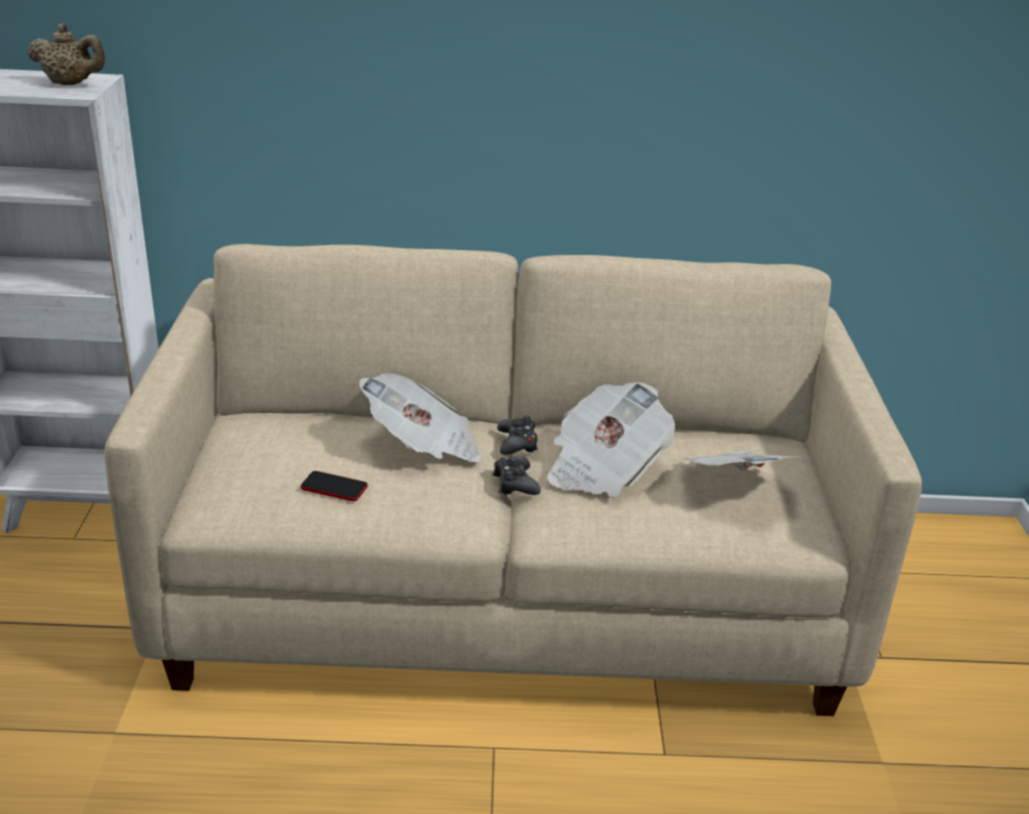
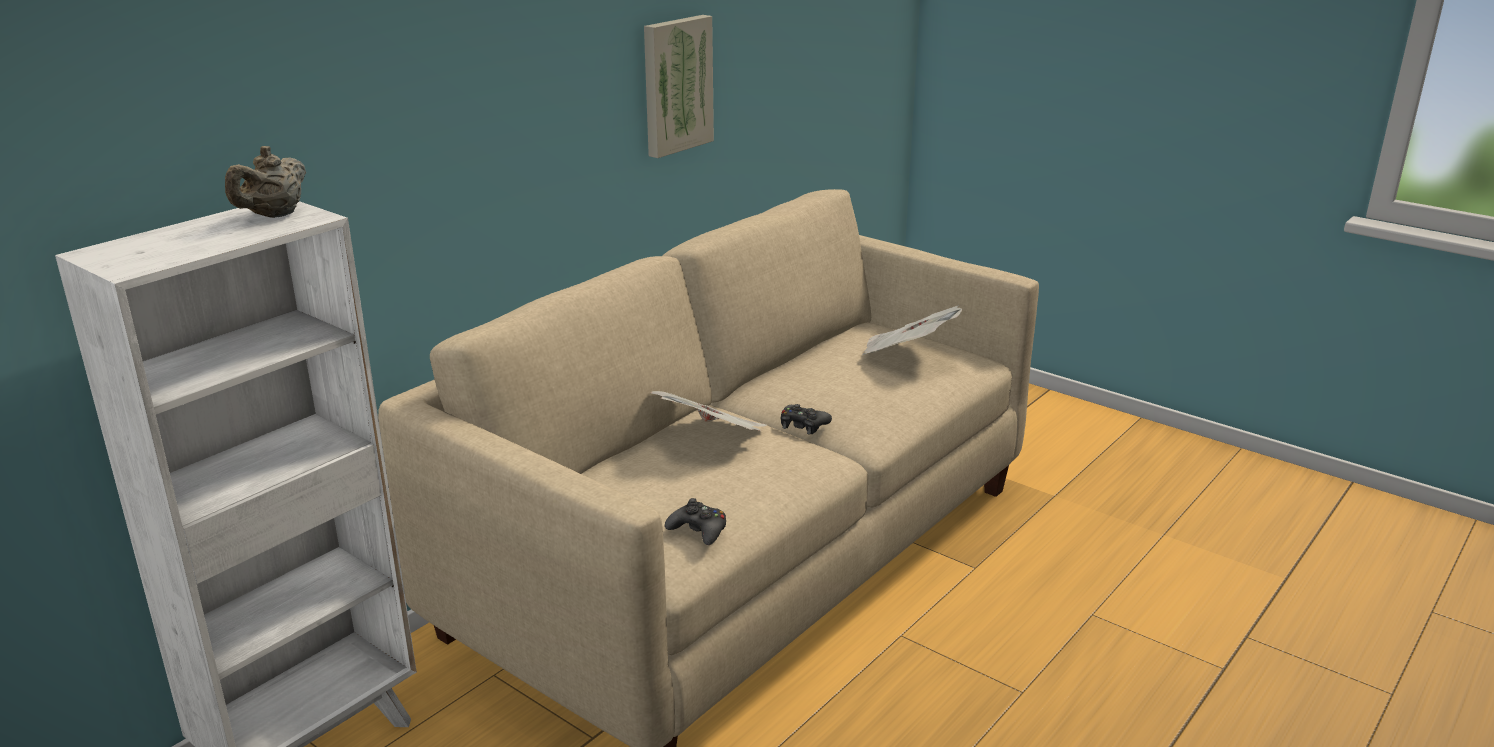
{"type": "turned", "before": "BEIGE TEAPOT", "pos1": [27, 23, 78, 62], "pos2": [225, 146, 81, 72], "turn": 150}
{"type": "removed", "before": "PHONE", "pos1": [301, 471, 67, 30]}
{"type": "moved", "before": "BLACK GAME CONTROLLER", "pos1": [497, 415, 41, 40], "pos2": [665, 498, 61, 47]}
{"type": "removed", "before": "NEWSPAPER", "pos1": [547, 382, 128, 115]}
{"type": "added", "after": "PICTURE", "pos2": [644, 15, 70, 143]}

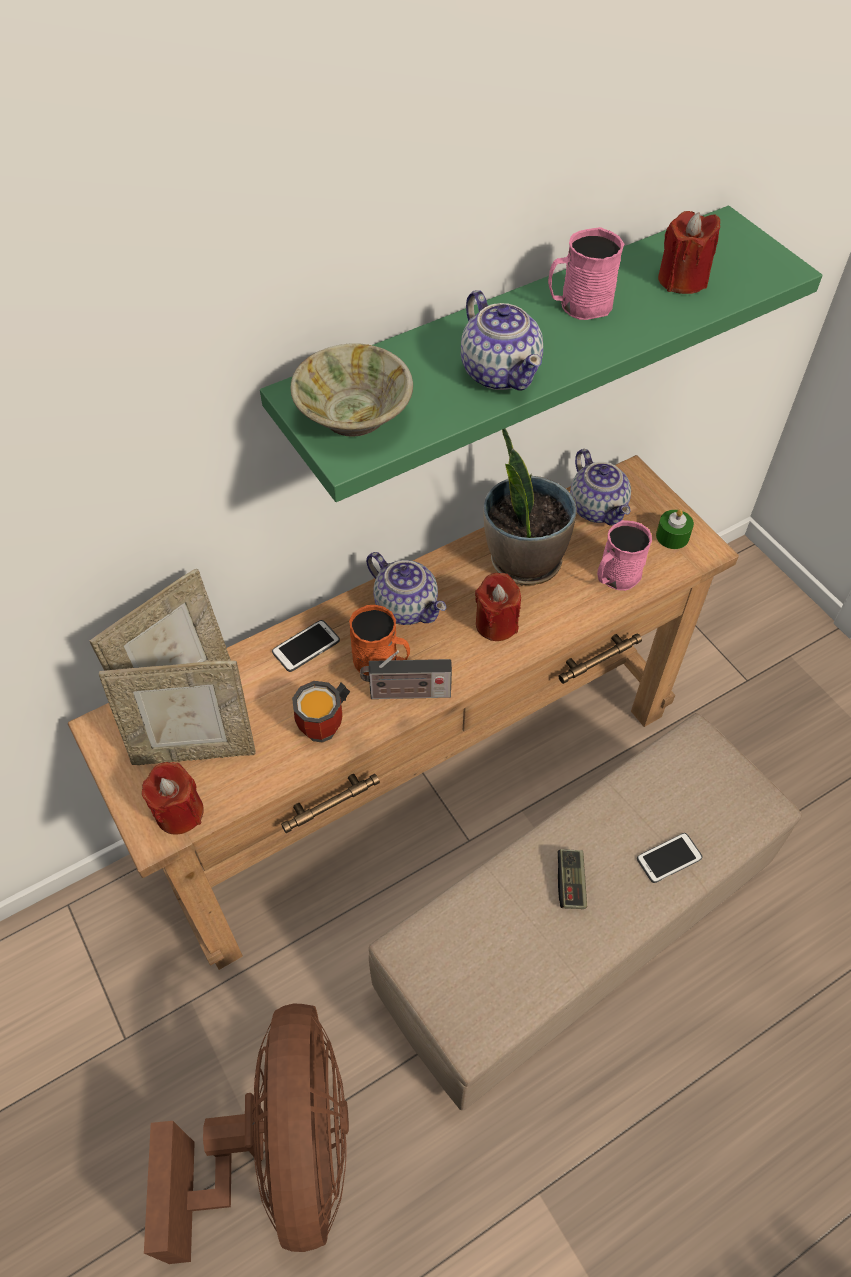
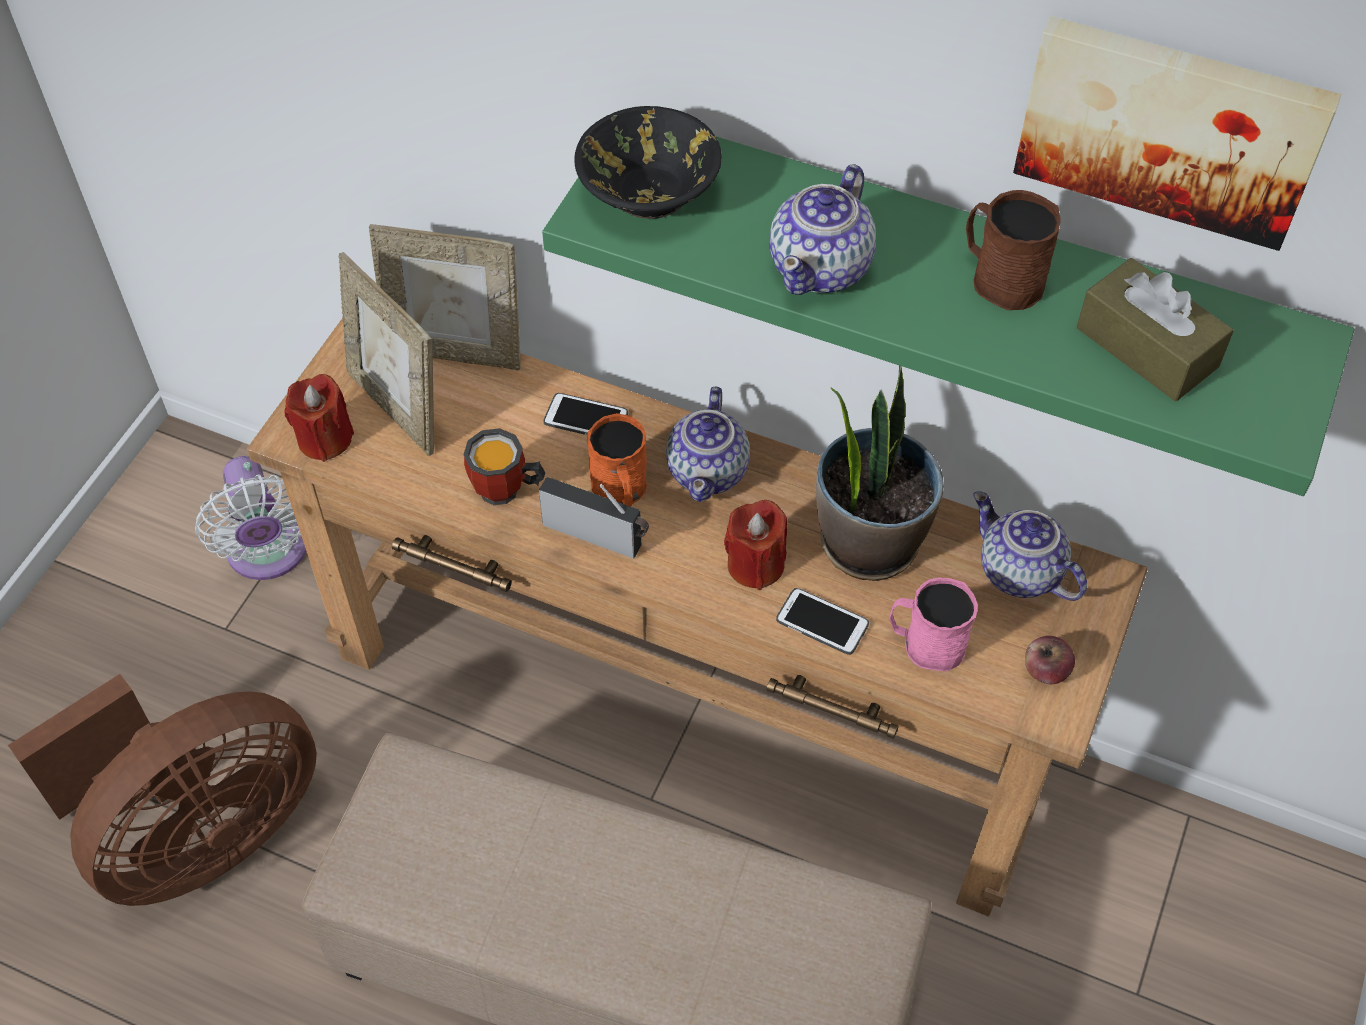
{"type": "recoloured", "before": "BEIGE BOWL", "after": "BLACK BOWL", "pos1": [290, 343, 123, 94], "pos2": [574, 106, 148, 113]}
{"type": "turned", "before": "RADIO", "pos1": [360, 650, 92, 49], "pos2": [539, 477, 110, 81], "turn": 150}
{"type": "recoloured", "before": "PINK MUG", "after": "BROWN MUG", "pos1": [548, 227, 76, 93], "pos2": [966, 190, 95, 120]}
{"type": "removed", "before": "GAME CONTROLLER", "pos1": [558, 849, 29, 60]}
{"type": "turned", "before": "TEAPOT", "pos1": [570, 449, 61, 77], "pos2": [973, 491, 114, 110], "turn": 105}
{"type": "moved", "before": "PHONE", "pos1": [637, 833, 66, 50], "pos2": [776, 588, 93, 67]}
{"type": "replaced", "before": "GREEN CANDLE", "after": "APPLE", "pos1": [656, 509, 38, 40], "pos2": [1025, 636, 50, 48]}
{"type": "replaced", "before": "RED CANDLE", "after": "BROWN TISSUE BOX", "pos1": [658, 211, 62, 83], "pos2": [1077, 258, 157, 143]}
{"type": "added", "after": "WHITE FAN", "pos2": [195, 456, 111, 124]}
{"type": "added", "after": "PICTURE", "pos2": [1013, 16, 328, 235]}

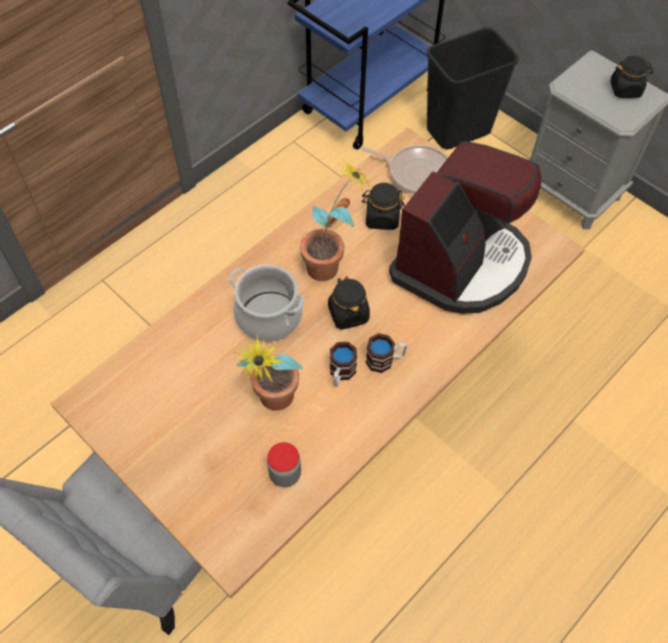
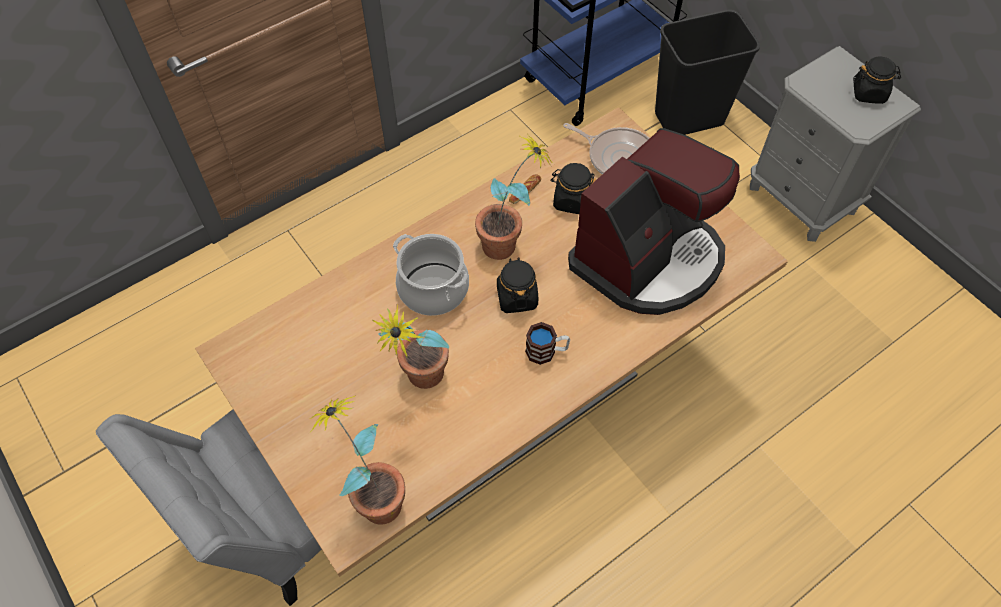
{"type": "removed", "before": "JAR", "pos1": [267, 442, 34, 45]}
{"type": "removed", "before": "MUG", "pos1": [330, 342, 27, 44]}
{"type": "added", "after": "POTTED PLANT", "pos2": [309, 396, 96, 129]}

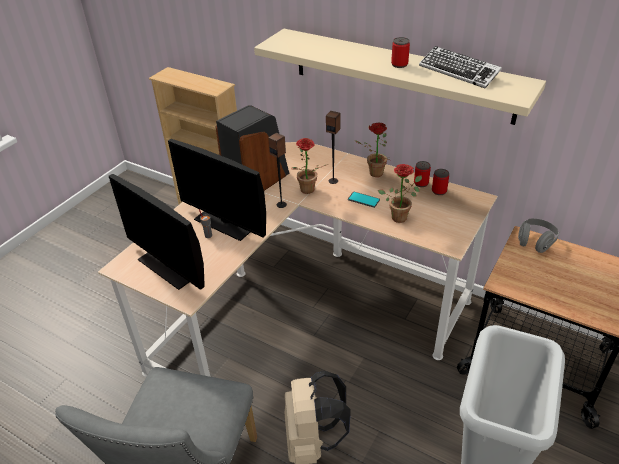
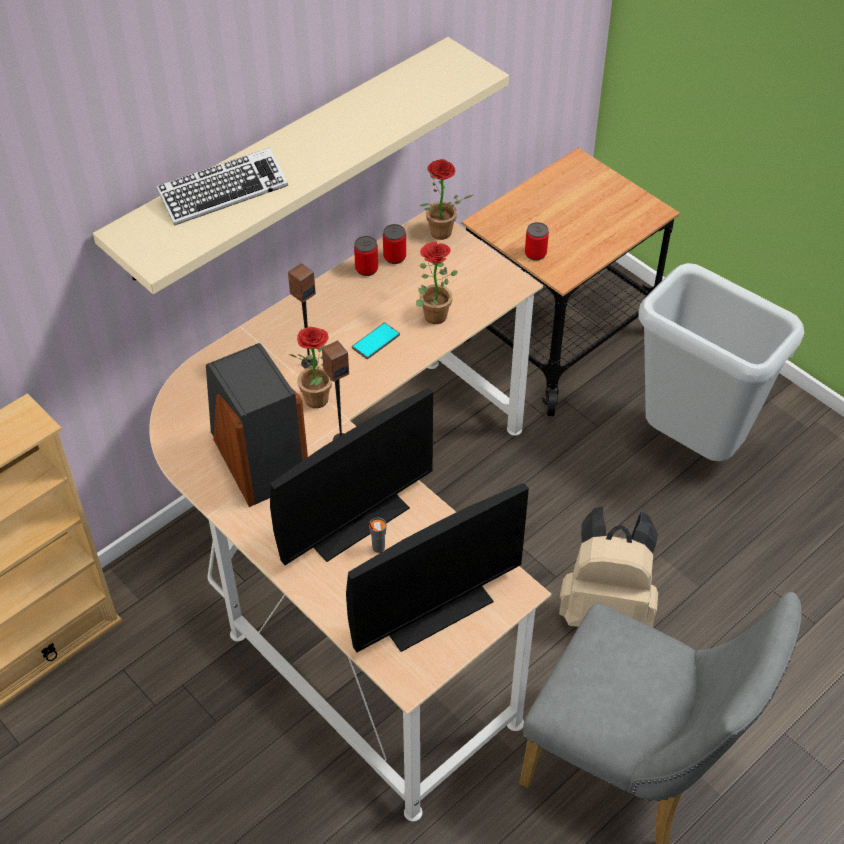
{"type": "moved", "before": "POTTED PLANT", "pos1": [354, 123, 36, 54], "pos2": [420, 159, 53, 81]}
{"type": "moved", "before": "CAN", "pos1": [391, 37, 19, 31], "pos2": [525, 222, 24, 39]}
{"type": "moved", "before": "KEYBOARD", "pos1": [419, 46, 83, 42], "pos2": [156, 148, 132, 78]}
{"type": "removed", "before": "GREY HEADPHONES", "pos1": [518, 219, 41, 34]}

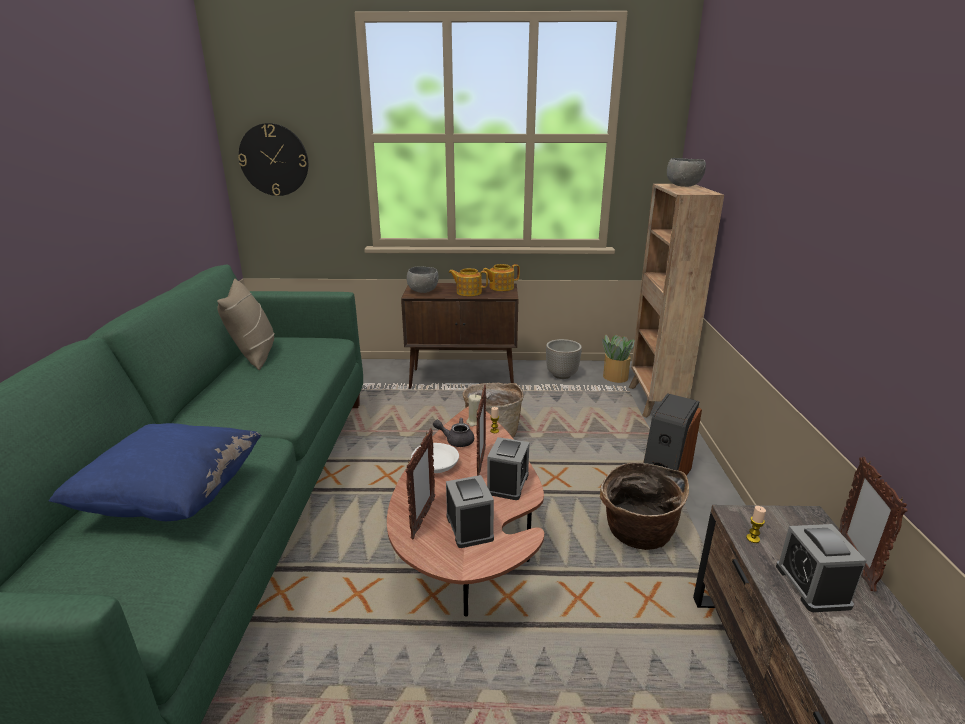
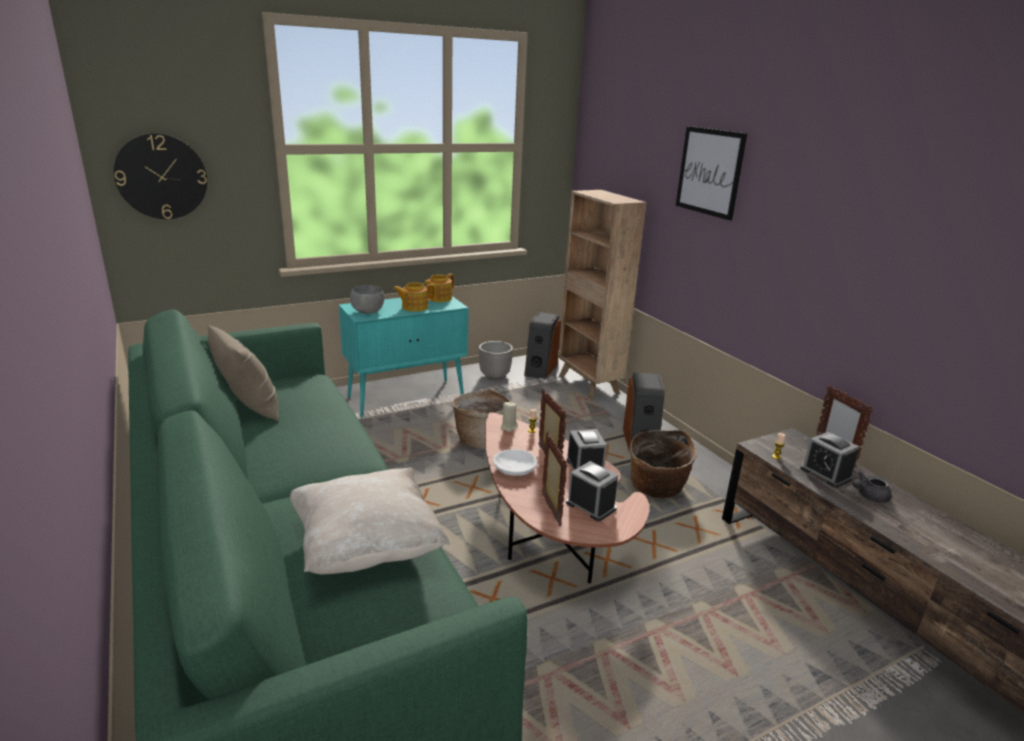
{"type": "recoloured", "before": "BLUE PILLOW", "after": "BEIGE PILLOW", "pos1": [49, 423, 213, 98], "pos2": [290, 468, 160, 107]}
{"type": "recoloured", "before": "BROWN CABINET", "after": "TURQUOISE CABINET", "pos1": [401, 283, 117, 106], "pos2": [339, 296, 130, 121]}
{"type": "moved", "before": "GREY TEAPOT", "pos1": [433, 418, 41, 29], "pos2": [853, 471, 39, 32]}
{"type": "replaced", "before": "POTTED PLANT", "after": "SPEAKER", "pos1": [602, 334, 32, 49], "pos2": [524, 312, 37, 67]}
{"type": "removed", "before": "GREY BOWL", "pos1": [667, 158, 39, 29]}
{"type": "added", "after": "PICTURE", "pos2": [676, 126, 71, 95]}

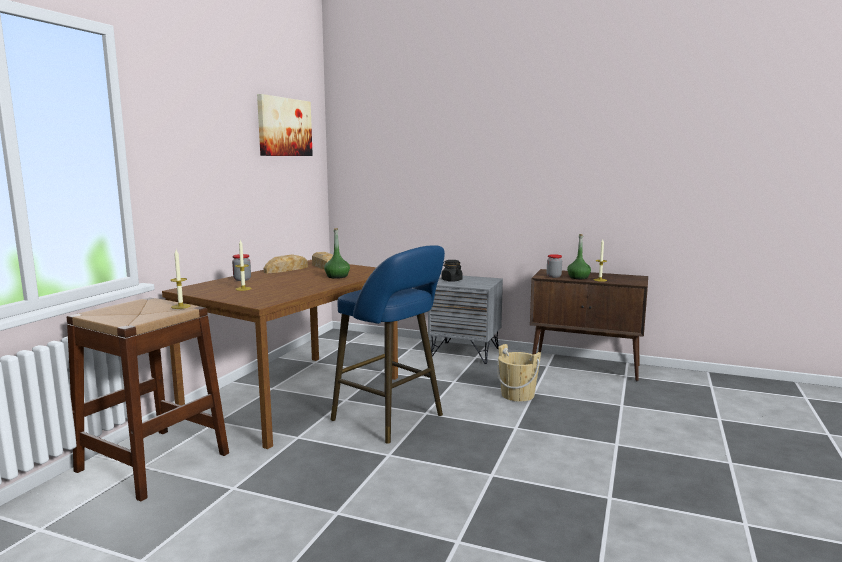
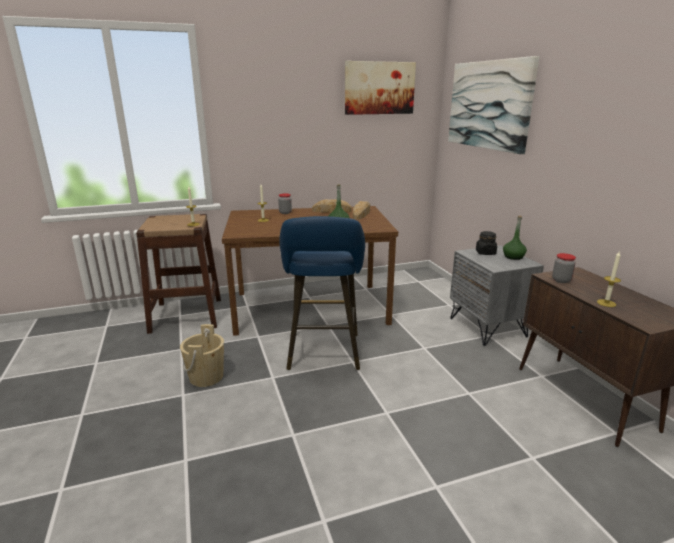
{"type": "moved", "before": "BEIGE BUCKET", "pos1": [497, 344, 44, 58], "pos2": [180, 324, 44, 63]}
{"type": "moved", "before": "GREEN BOTTLE", "pos1": [567, 234, 24, 45], "pos2": [503, 215, 24, 45]}
{"type": "added", "after": "PICTURE", "pos2": [448, 56, 92, 98]}

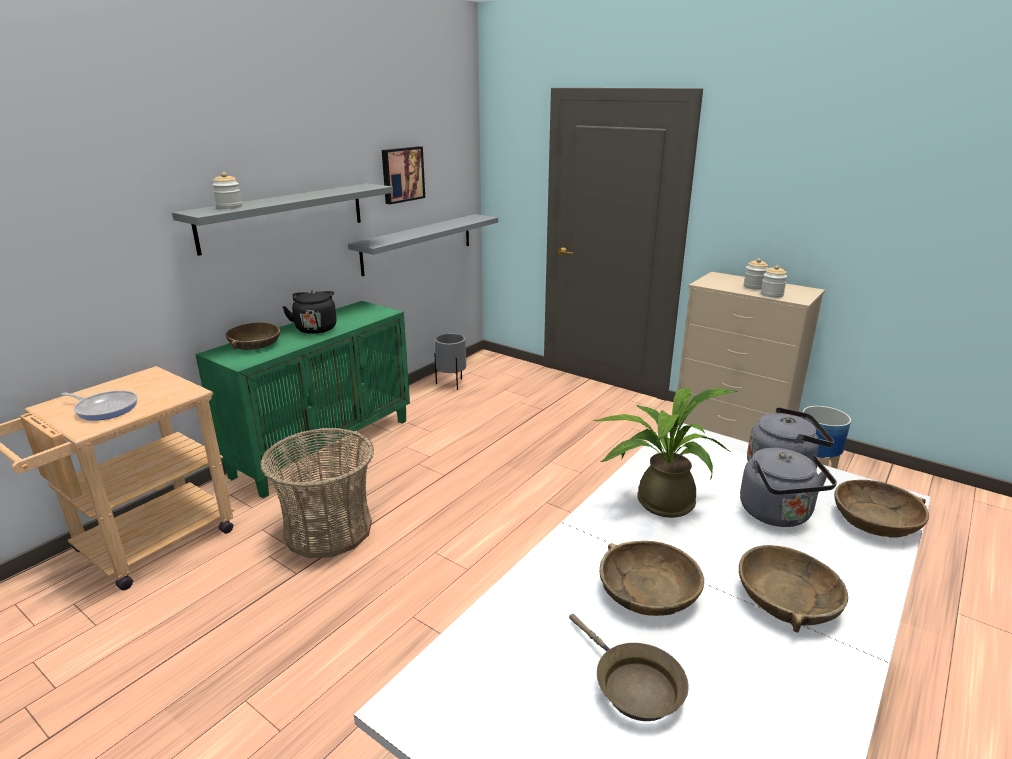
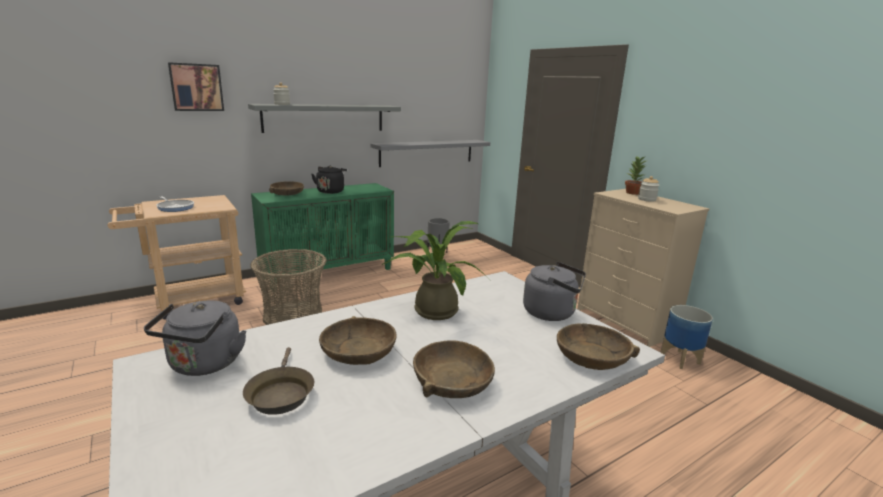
{"type": "moved", "before": "PICTURE", "pos1": [382, 146, 43, 58], "pos2": [168, 62, 56, 49]}
{"type": "moved", "before": "GREY KETTLE", "pos1": [740, 448, 97, 79], "pos2": [144, 300, 102, 76]}
{"type": "removed", "before": "JAR", "pos1": [761, 265, 26, 33]}
{"type": "added", "after": "POTTED PLANT", "pos2": [625, 157, 21, 38]}

